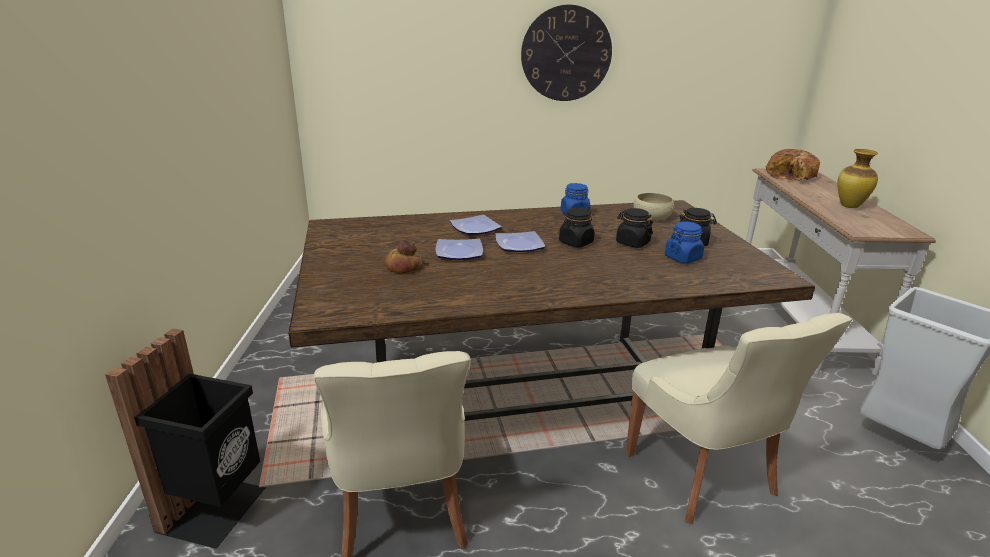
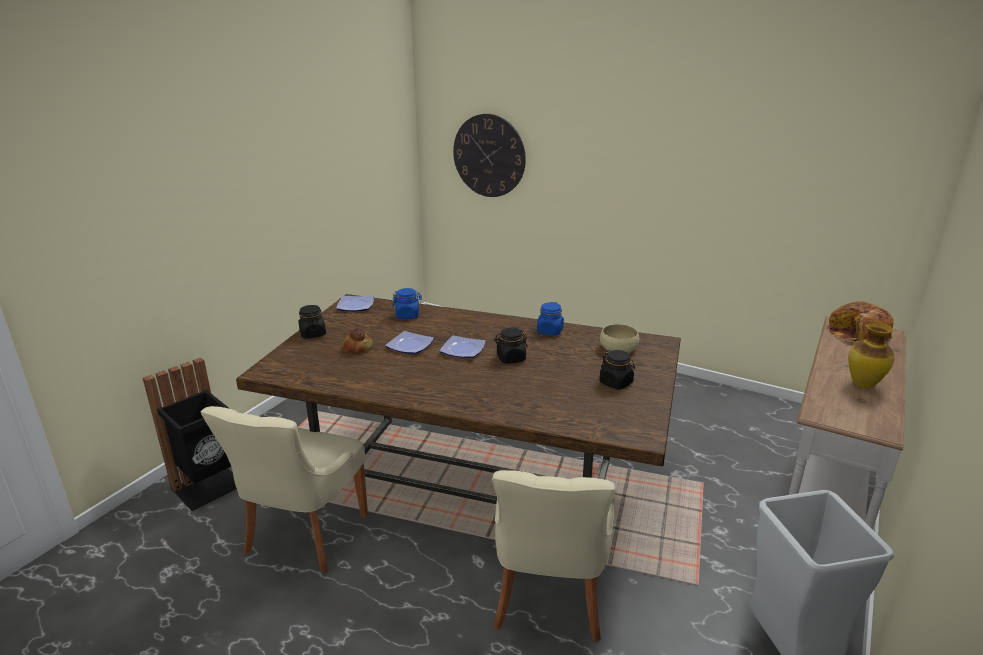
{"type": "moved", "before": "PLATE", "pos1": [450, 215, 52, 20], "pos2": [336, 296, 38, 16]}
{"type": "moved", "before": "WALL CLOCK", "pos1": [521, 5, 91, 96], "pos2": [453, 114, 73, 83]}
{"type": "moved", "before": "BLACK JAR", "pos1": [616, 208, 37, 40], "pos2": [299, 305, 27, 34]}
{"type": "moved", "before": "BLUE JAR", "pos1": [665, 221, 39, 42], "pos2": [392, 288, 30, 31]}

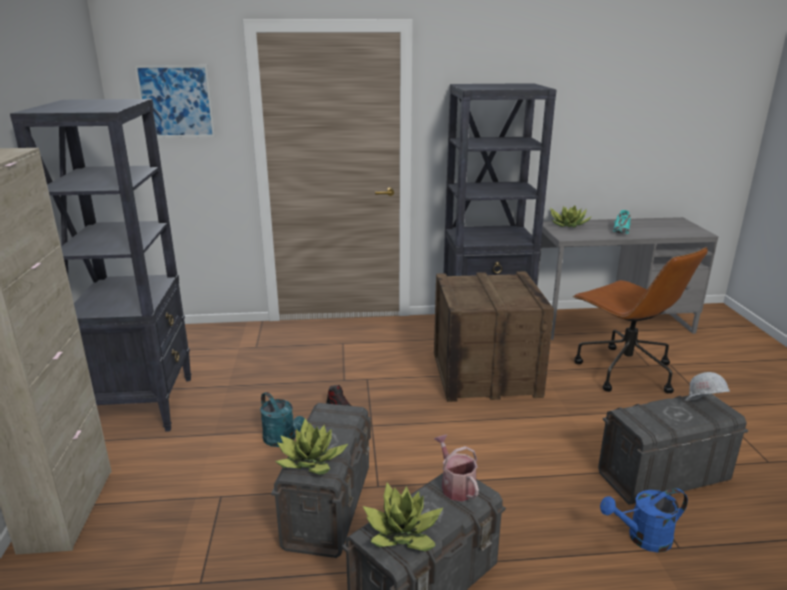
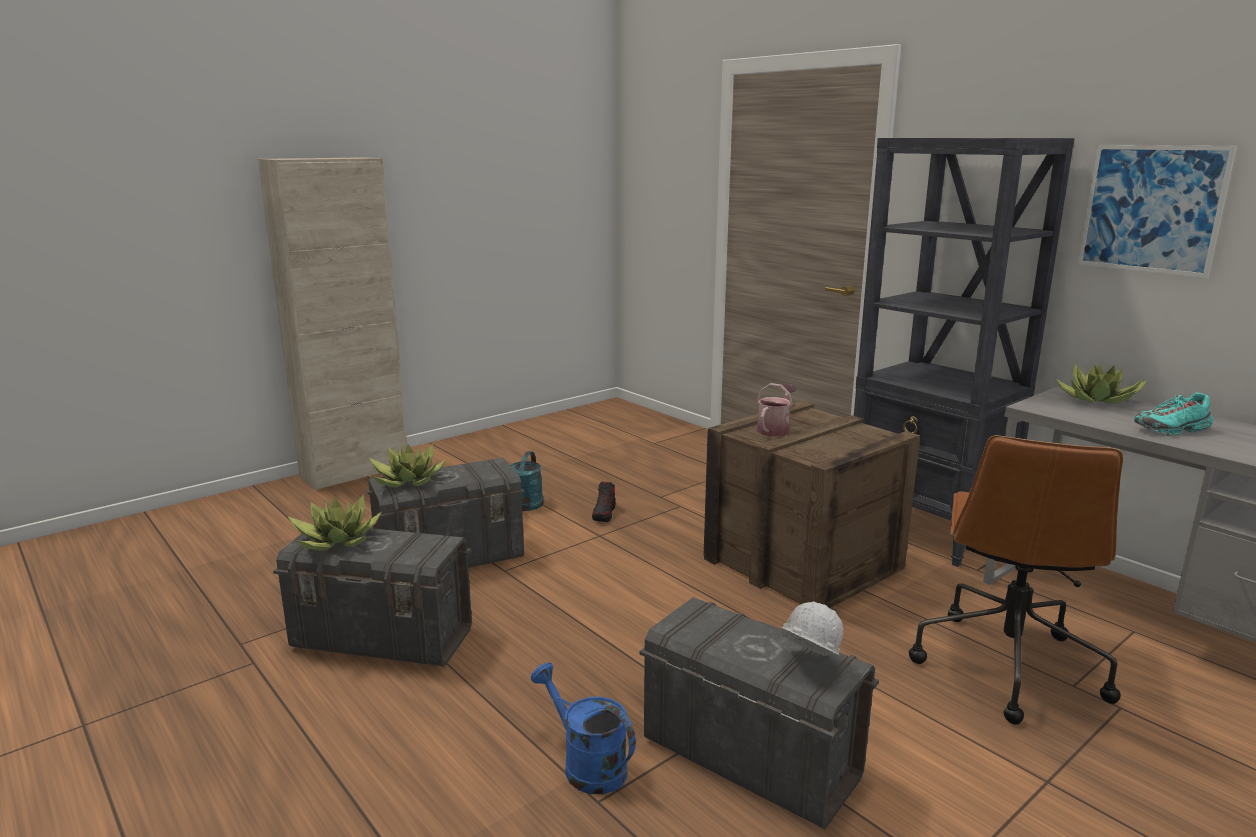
{"type": "removed", "before": "BLACK BOOKCASE", "pos1": [10, 99, 182, 333]}
{"type": "moved", "before": "PICTURE", "pos1": [134, 65, 81, 73], "pos2": [1078, 145, 159, 133]}
{"type": "moved", "before": "WATERING CAN", "pos1": [434, 434, 45, 67], "pos2": [757, 383, 39, 54]}

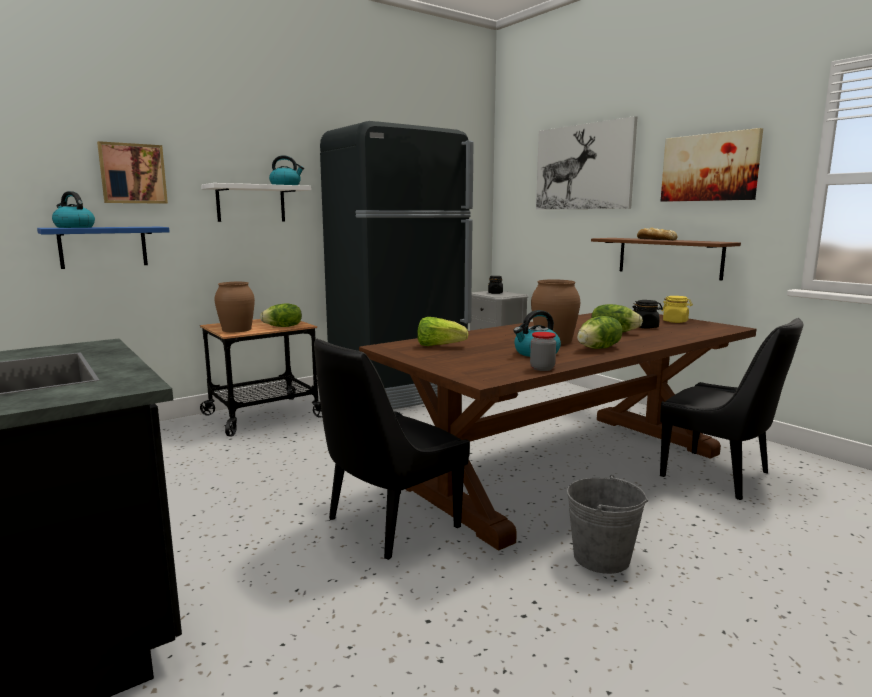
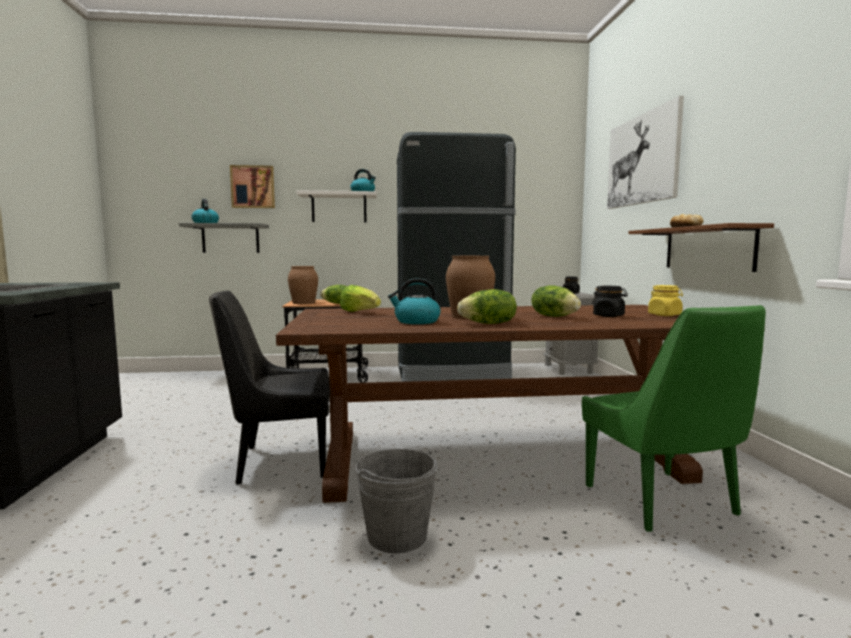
{"type": "recoloured", "before": "BLUE SHELF", "after": "GREY SHELF", "pos1": [37, 227, 133, 42], "pos2": [179, 223, 90, 30]}
{"type": "removed", "before": "JAR", "pos1": [530, 332, 26, 39]}
{"type": "recoloured", "before": "BLACK CHAIR", "after": "GREEN CHAIR", "pos1": [660, 318, 144, 182], "pos2": [582, 305, 184, 227]}
{"type": "removed", "before": "PICTURE", "pos1": [661, 128, 102, 74]}

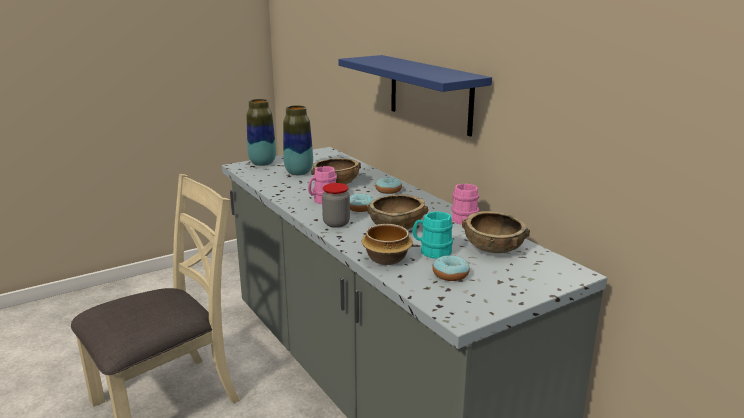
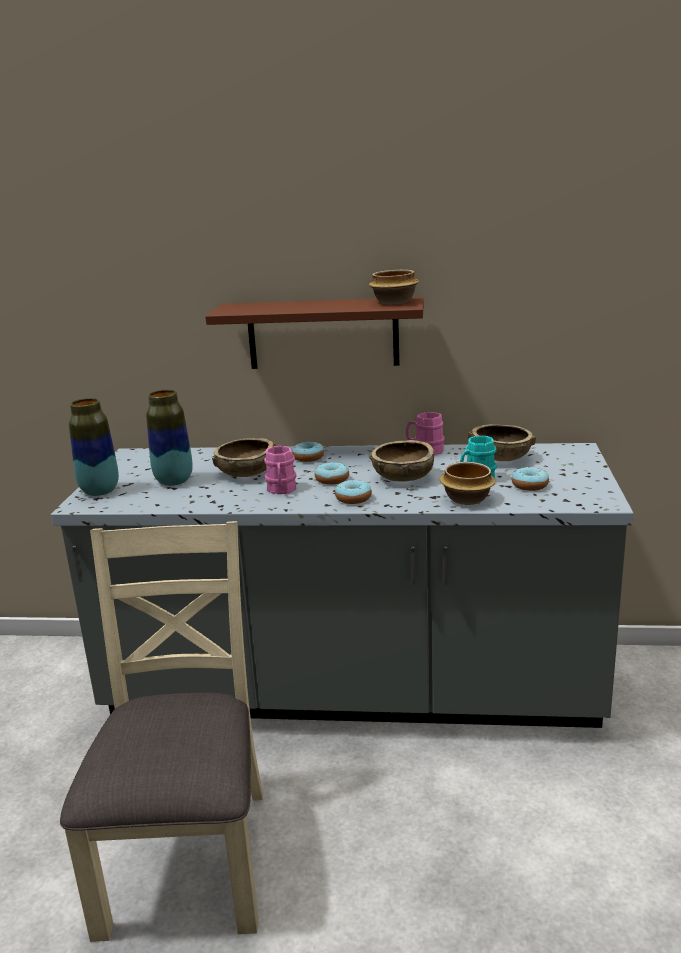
{"type": "replaced", "before": "JAR", "after": "DONUT", "pos1": [322, 183, 28, 45], "pos2": [335, 480, 37, 24]}
{"type": "recoloured", "before": "BLUE SHELF", "after": "BROWN SHELF", "pos1": [338, 55, 154, 81], "pos2": [205, 297, 219, 72]}
{"type": "added", "after": "BOWL", "pos2": [369, 270, 50, 34]}

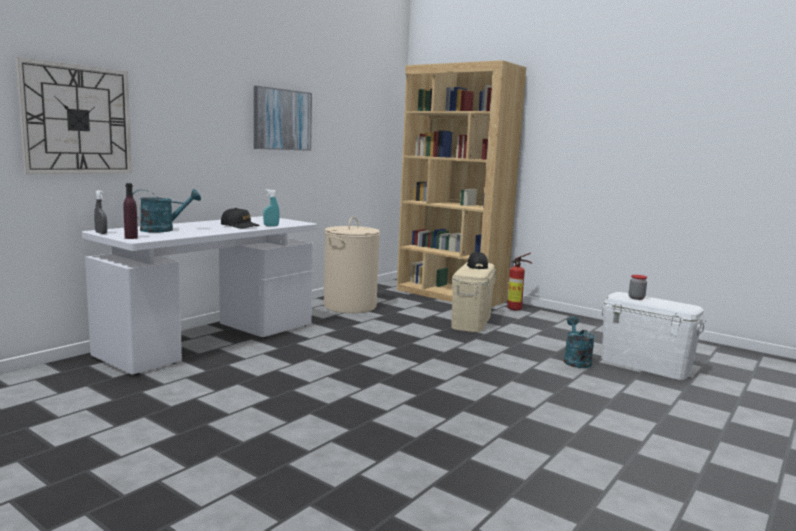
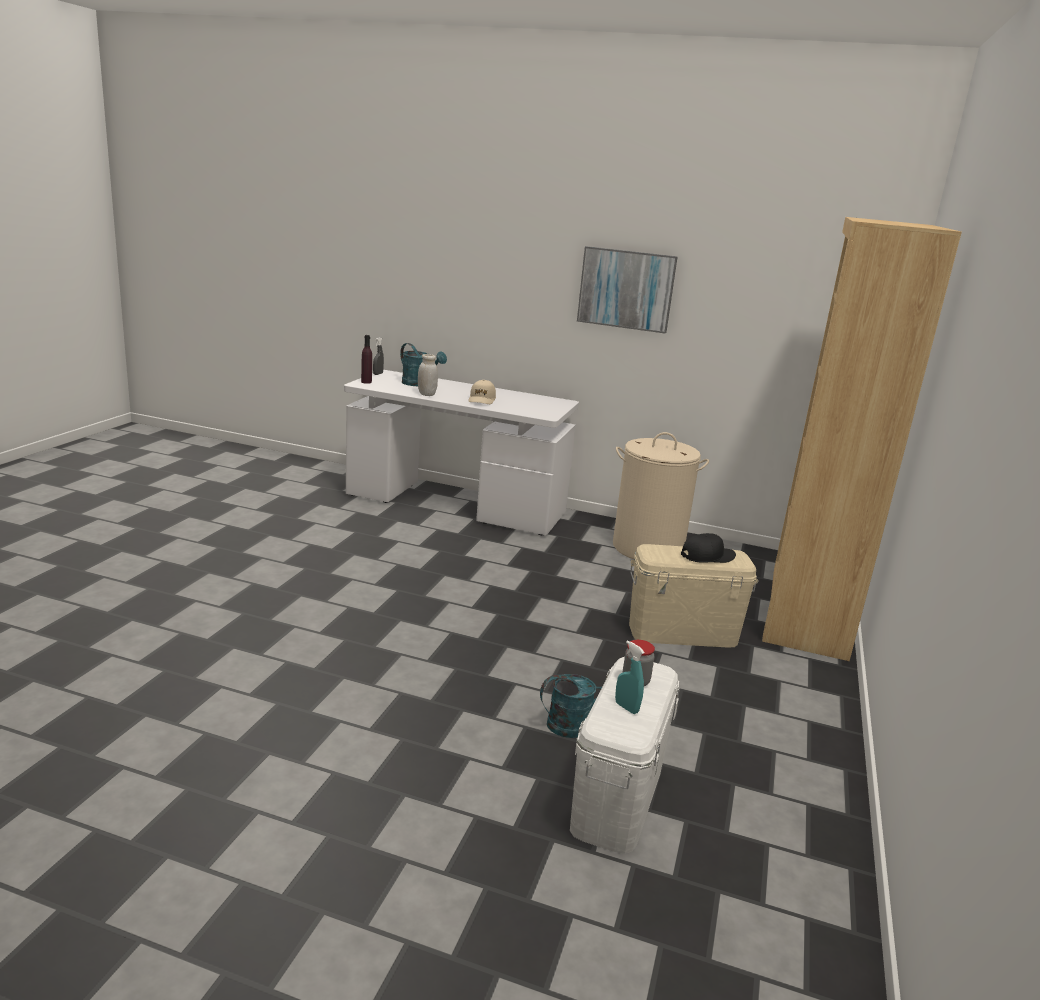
{"type": "removed", "before": "WALL CLOCK", "pos1": [16, 57, 116, 117]}
{"type": "recoloured", "before": "BLACK CAP", "after": "BEIGE CAP", "pos1": [221, 208, 39, 21], "pos2": [468, 380, 28, 24]}
{"type": "moved", "before": "TURQUOISE SPRAY BOTTLE", "pos1": [263, 189, 17, 37], "pos2": [615, 640, 30, 74]}
{"type": "removed", "before": "FIRE EXTINGUISHER", "pos1": [507, 253, 25, 58]}
{"type": "added", "after": "WHITE JAR", "pos2": [418, 354, 20, 42]}

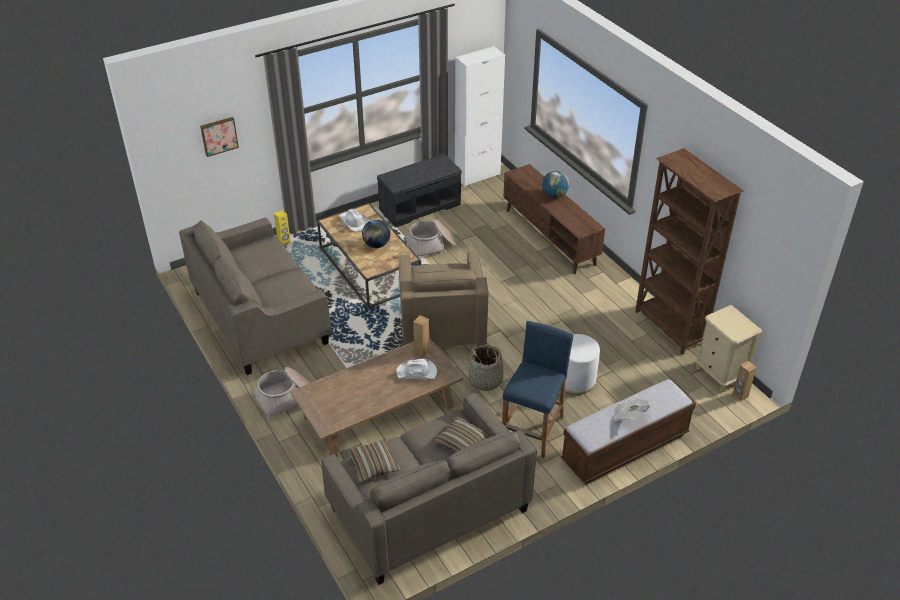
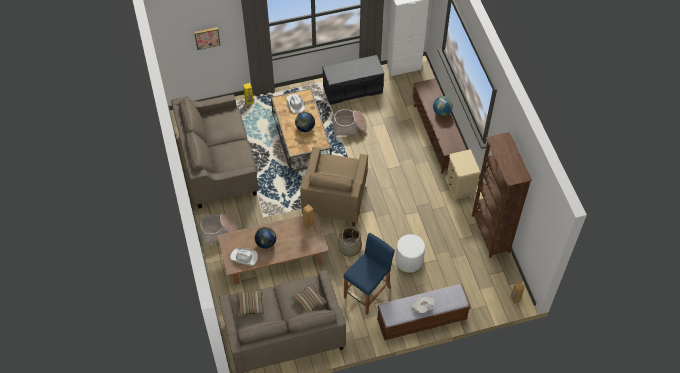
{"type": "moved", "before": "WHITE HAT", "pos1": [396, 359, 41, 20], "pos2": [230, 248, 28, 18]}
{"type": "moved", "before": "BEIGE NIGHTSTAND", "pos1": [696, 305, 66, 87], "pos2": [445, 149, 36, 53]}
{"type": "added", "after": "GLOBE", "pos2": [255, 227, 21, 22]}

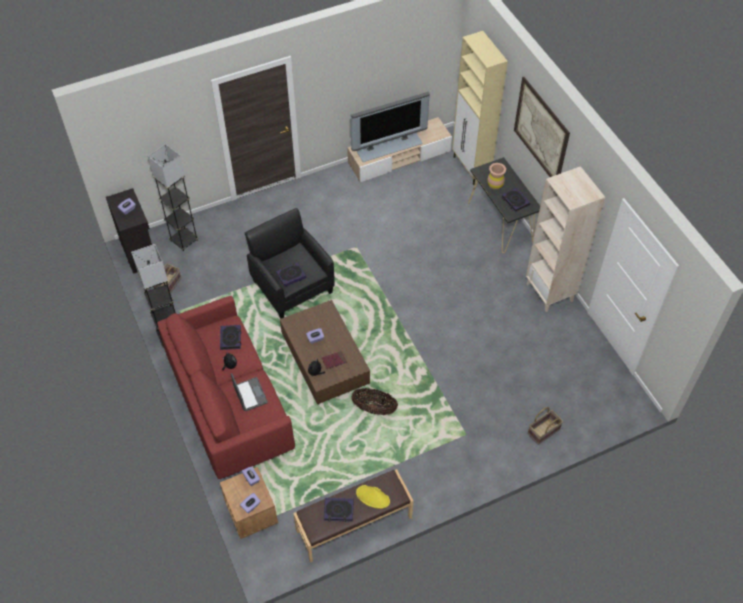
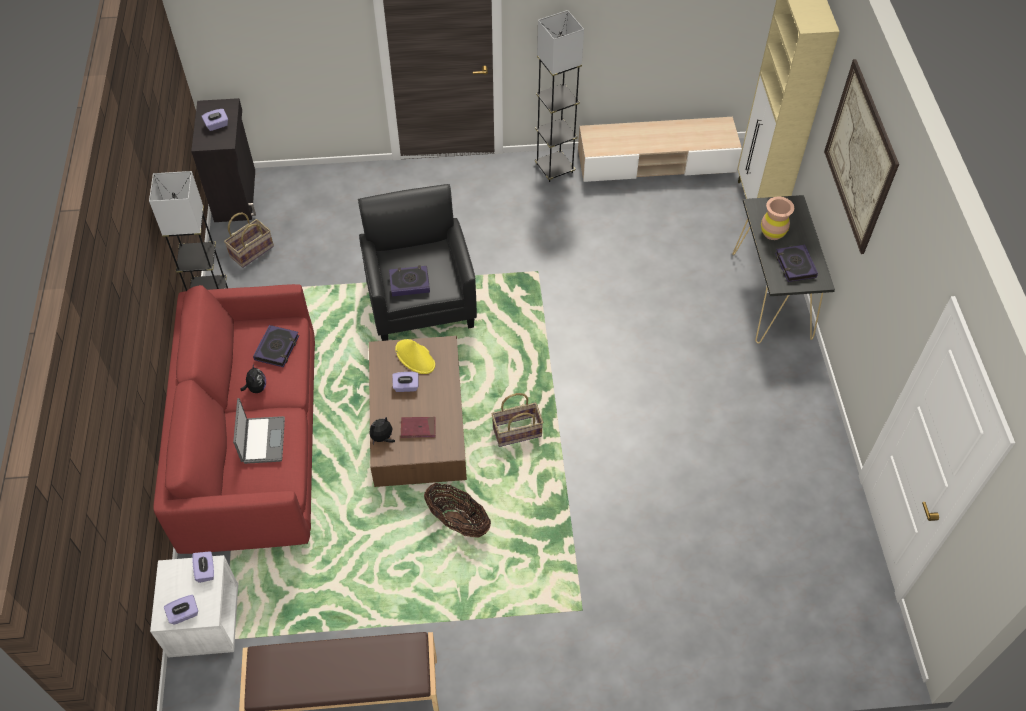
{"type": "moved", "before": "GREY FLOOR LAMP", "pos1": [148, 144, 51, 107], "pos2": [535, 10, 49, 172]}
{"type": "recoloured", "before": "BROWN NIGHTSTAND", "after": "WHITE NIGHTSTAND", "pos1": [220, 467, 58, 72], "pos2": [150, 555, 88, 102]}
{"type": "removed", "before": "BOOK", "pos1": [324, 498, 30, 24]}
{"type": "removed", "before": "TELEVISION", "pos1": [350, 92, 80, 70]}
{"type": "moved", "before": "YELLOW HAT", "pos1": [356, 485, 34, 24], "pos2": [395, 339, 40, 35]}
{"type": "removed", "before": "BEIGE BOOKCASE", "pos1": [526, 166, 79, 146]}
{"type": "moved", "before": "BASKET", "pos1": [528, 407, 35, 38], "pos2": [492, 393, 51, 54]}

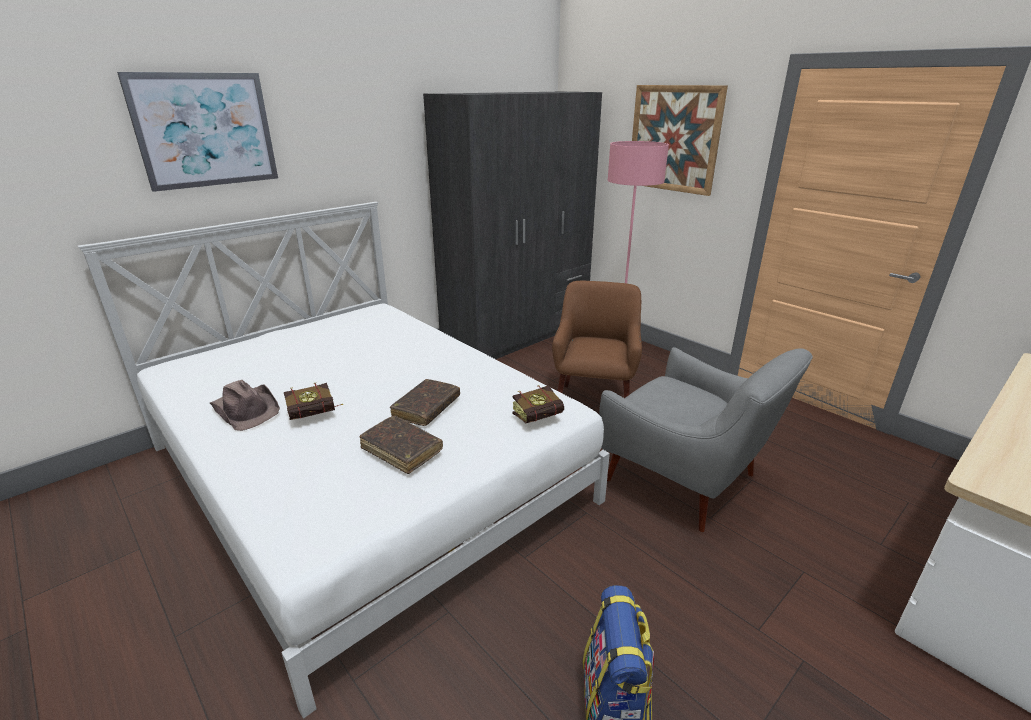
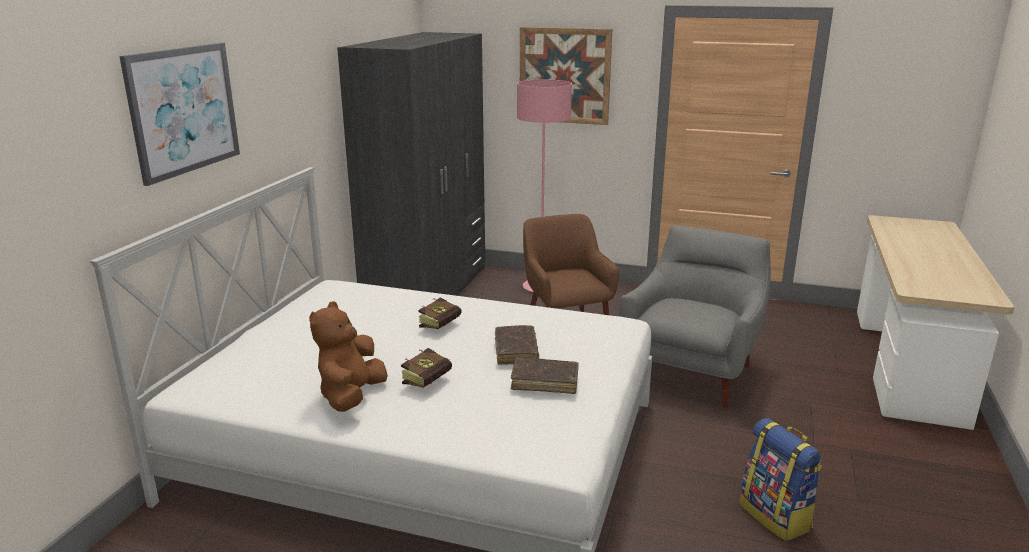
{"type": "replaced", "before": "BROWN HAT", "after": "BROWN PLUSH TOY", "pos1": [210, 380, 70, 51], "pos2": [309, 301, 79, 111]}
{"type": "moved", "before": "BOOK", "pos1": [513, 385, 51, 38], "pos2": [418, 297, 43, 32]}
{"type": "turned", "before": "GREY ARMCHAIR", "pos1": [599, 347, 214, 185], "pos2": [619, 225, 152, 184], "turn": -75}

